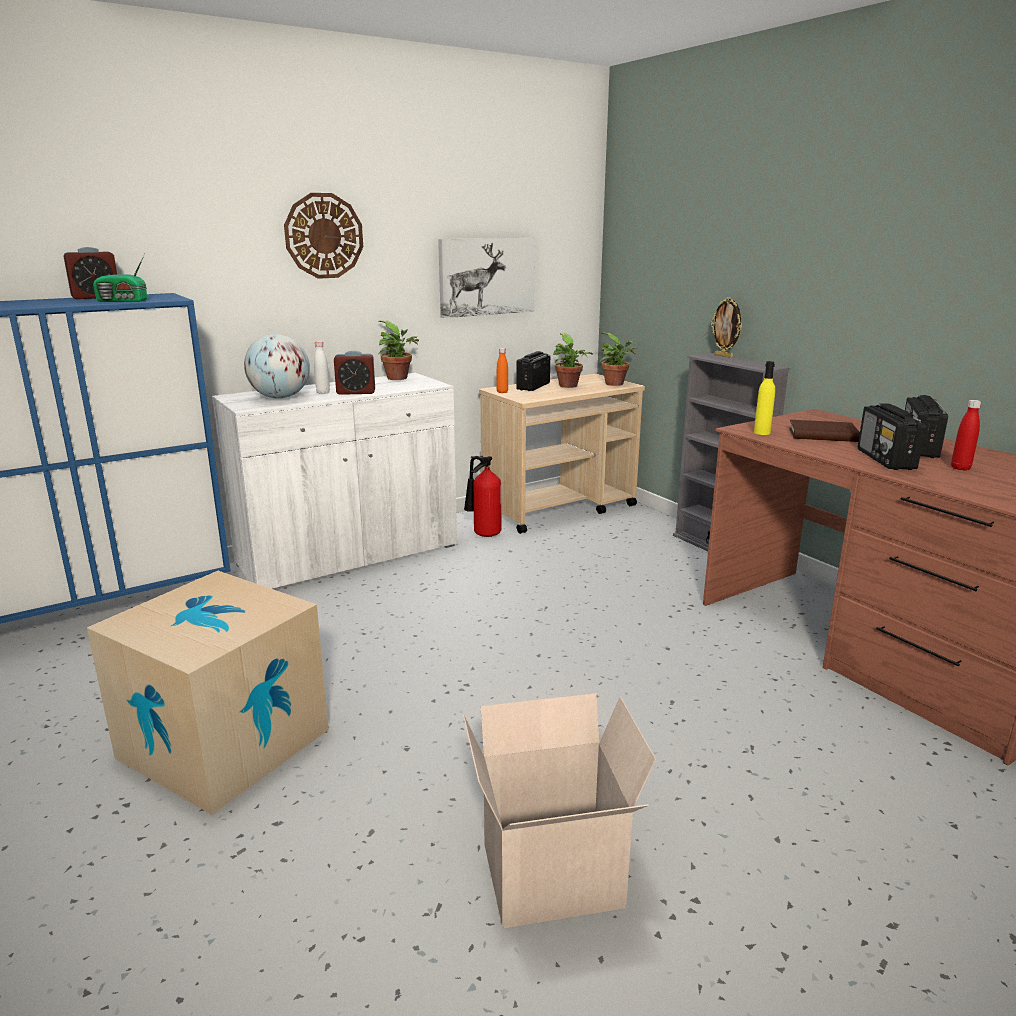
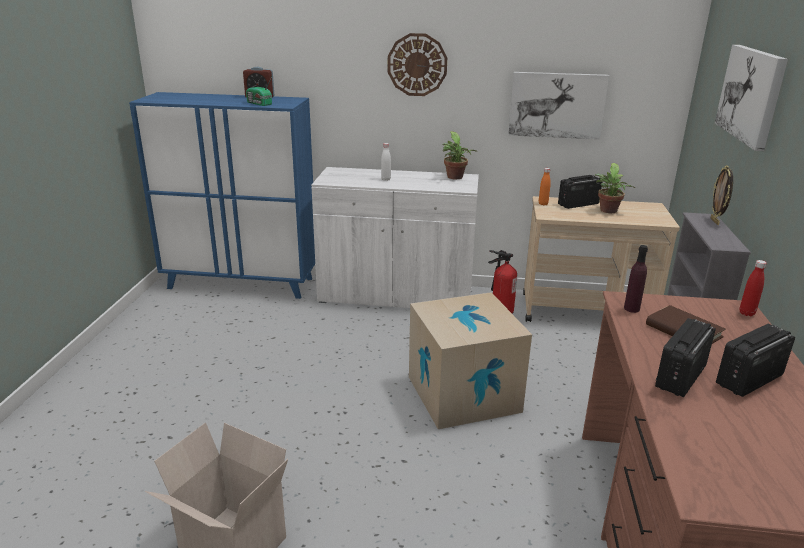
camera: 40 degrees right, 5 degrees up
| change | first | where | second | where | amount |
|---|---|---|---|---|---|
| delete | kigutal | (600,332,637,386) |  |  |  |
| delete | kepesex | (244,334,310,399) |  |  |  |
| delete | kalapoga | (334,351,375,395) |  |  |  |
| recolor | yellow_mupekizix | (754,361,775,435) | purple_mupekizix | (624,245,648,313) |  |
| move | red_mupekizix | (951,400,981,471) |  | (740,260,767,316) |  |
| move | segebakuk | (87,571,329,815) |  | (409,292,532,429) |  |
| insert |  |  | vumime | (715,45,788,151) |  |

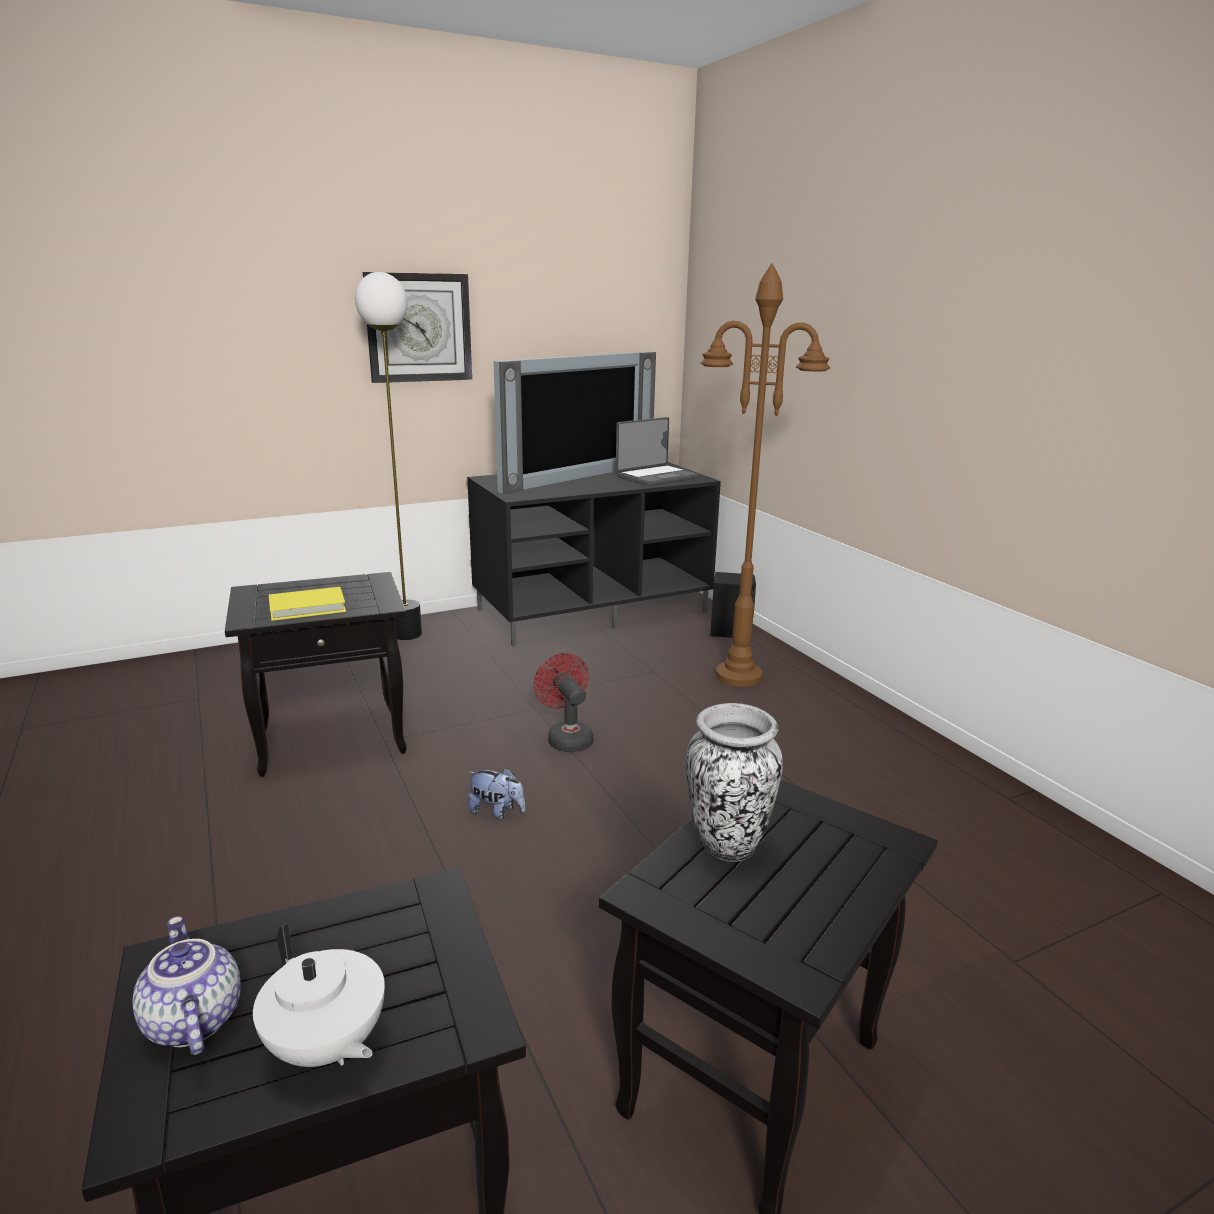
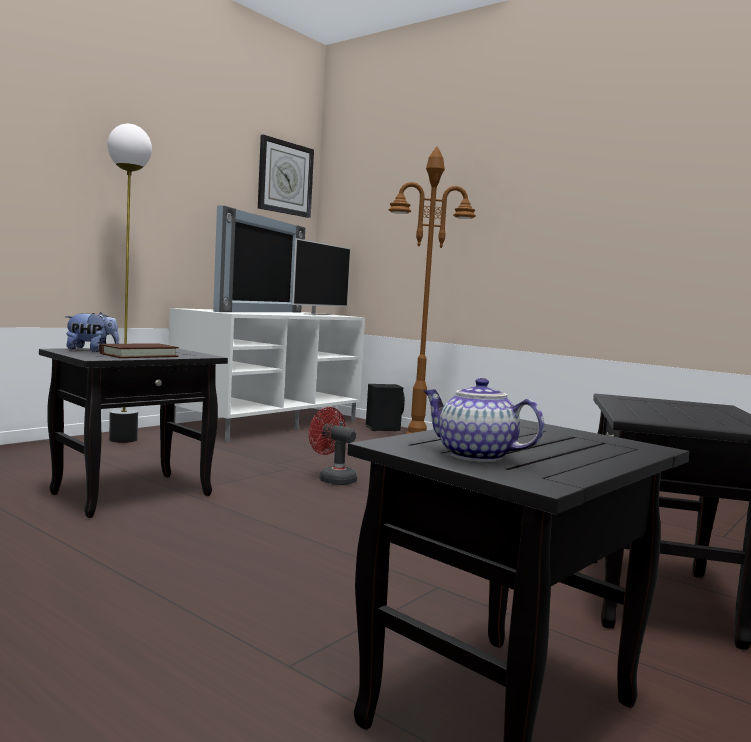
camera: 25 degrees left, 15 degrees down
| change | first | where | second | where | amount |
|---|---|---|---|---|---|
| move | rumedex | (363,272,472,383) |  | (258,134,314,218) |  |
| replace | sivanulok | (616,417,699,486) | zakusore | (292,238,351,315) |  |
| recolor | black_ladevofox | (467,462,721,647) | white_ladevofox | (168,308,365,442) |  |
| recolor | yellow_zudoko | (269,587,346,621) | brown_zudoko | (99,343,179,358) |  |
| delete | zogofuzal | (686,703,783,862) |  |  |  |
| move | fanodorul | (468,768,525,820) |  | (65,312,119,352) |  |
| delete | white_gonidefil | (253,924,385,1067) |  |  |  |

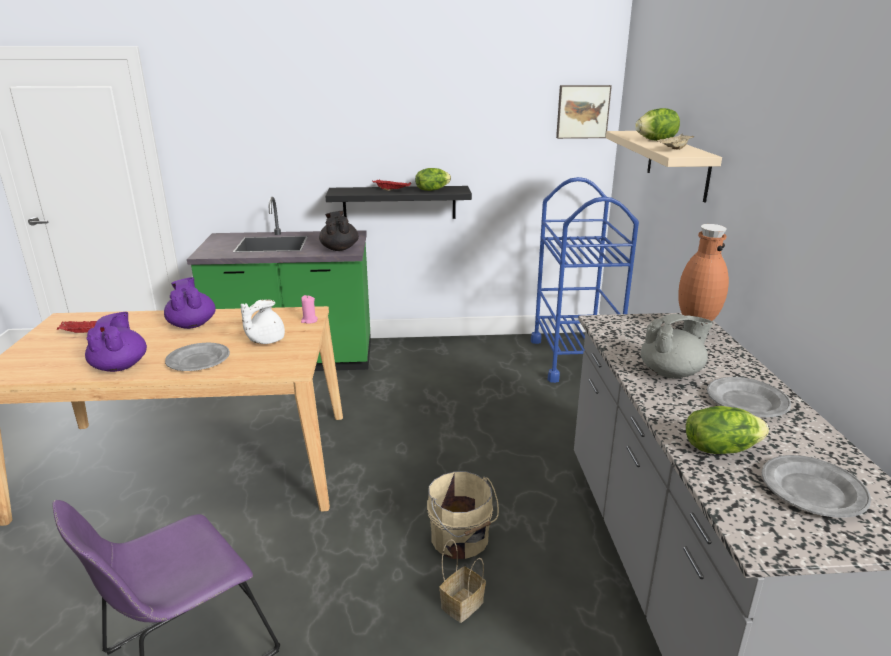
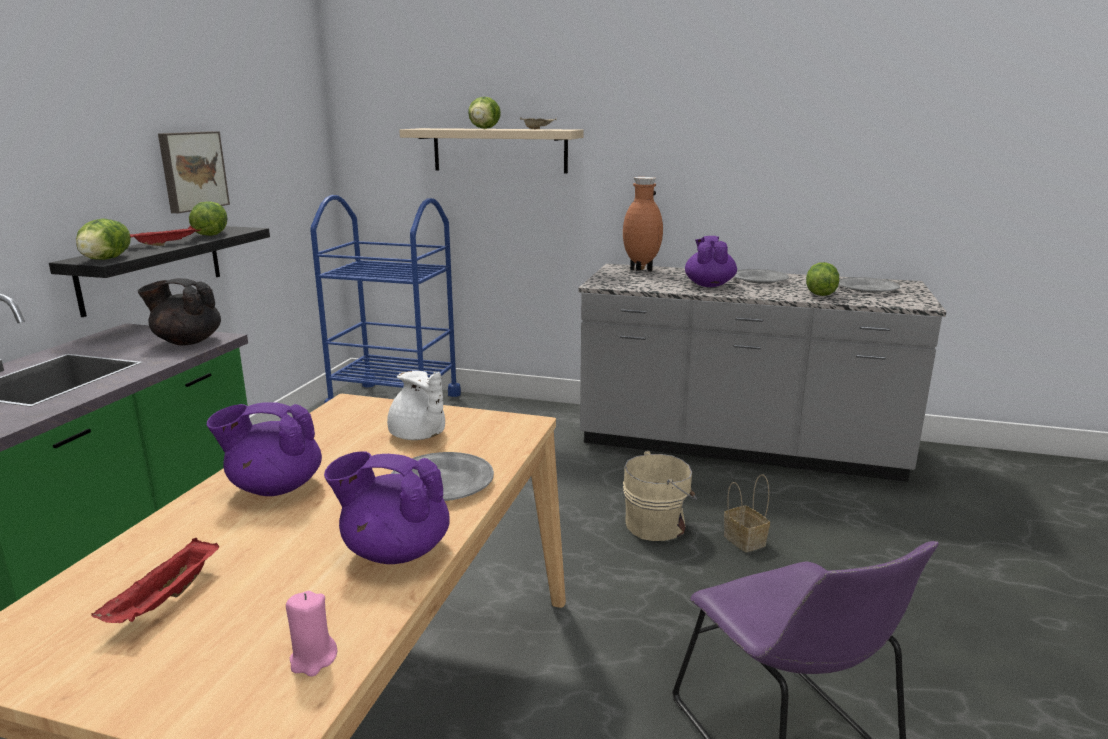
camera: 70 degrees left, 5 degrees down
| change | first | where | second | where | amount |
|---|---|---|---|---|---|
| move | vumime | (556,85,612,139) |  | (158,131,230,213) |  |
| move | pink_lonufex | (301,295,318,324) |  | (286,591,337,676) |  |
| recolor | grey_gonidefil | (641,314,713,378) | purple_gonidefil | (685,236,737,287) |  |
| insert |  |  | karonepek | (76,218,131,260) |  |

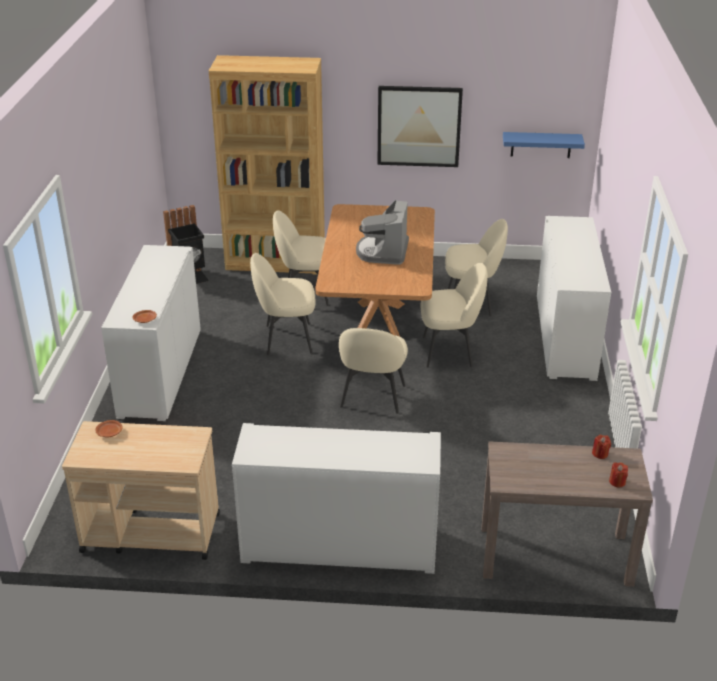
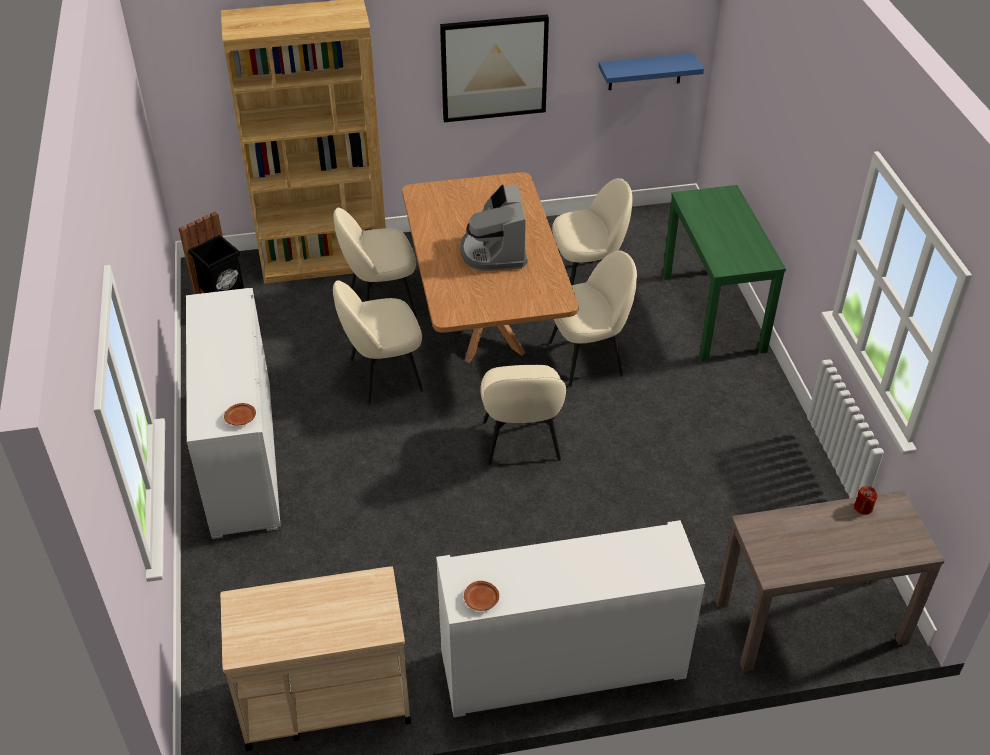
camera: 15 degrees left, 10 degrees up
| change | first | where | second | where | amount |
|---|---|---|---|---|---|
| replace | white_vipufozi | (537,216,611,381) | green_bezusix | (662,185,786,361) |  |
| move | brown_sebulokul | (95,420,123,438) |  | (464,581,499,611) |  |
| delete | red_lonufex | (609,462,628,488) |  |  |  |

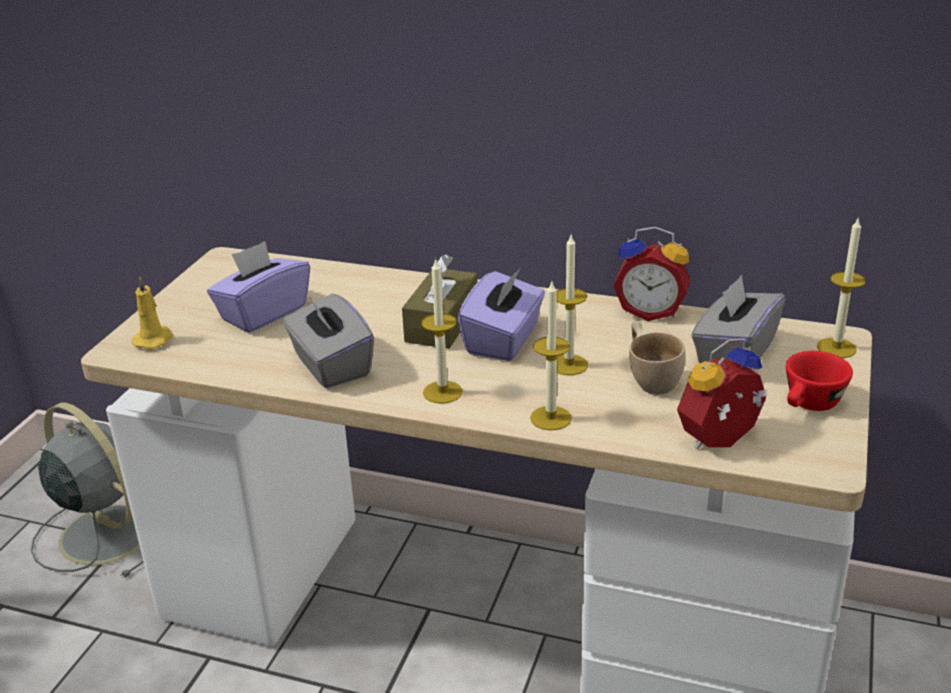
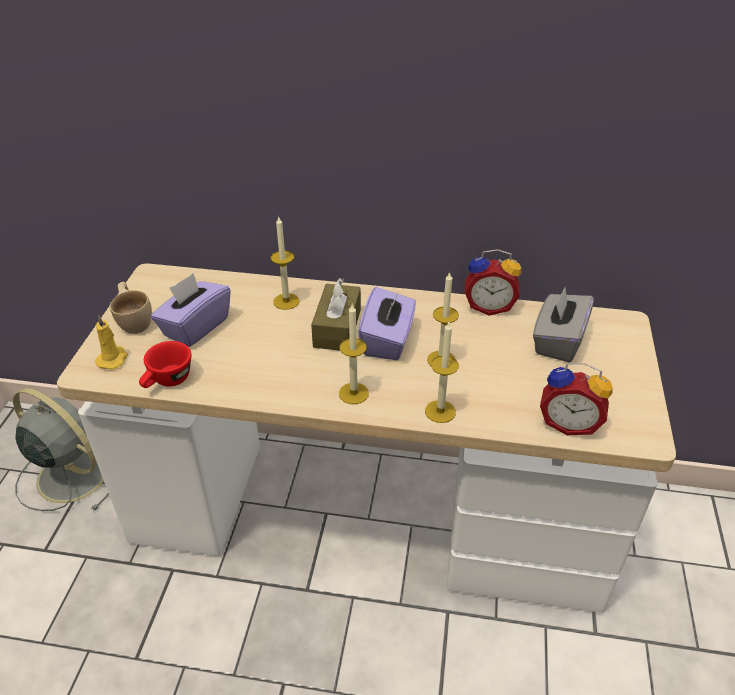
camera: 10 degrees left, 10 degrees up
| change | first | where | second | where | amount |
|---|---|---|---|---|---|
| move | lonufex | (817,219,866,358) |  | (271,216,299,310) |  |
| delete | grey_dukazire | (283,294,374,388) |  |  |  |
| move | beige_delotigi | (629,320,685,395) |  | (110,282,152,334) |  |
| rotate | kalapoga | (677,338,767,449) |  | (540,364,613,436) | 120 degrees counterclockwise |
| move | red_delotigi | (786,351,853,411) |  | (139,341,191,388) |  |

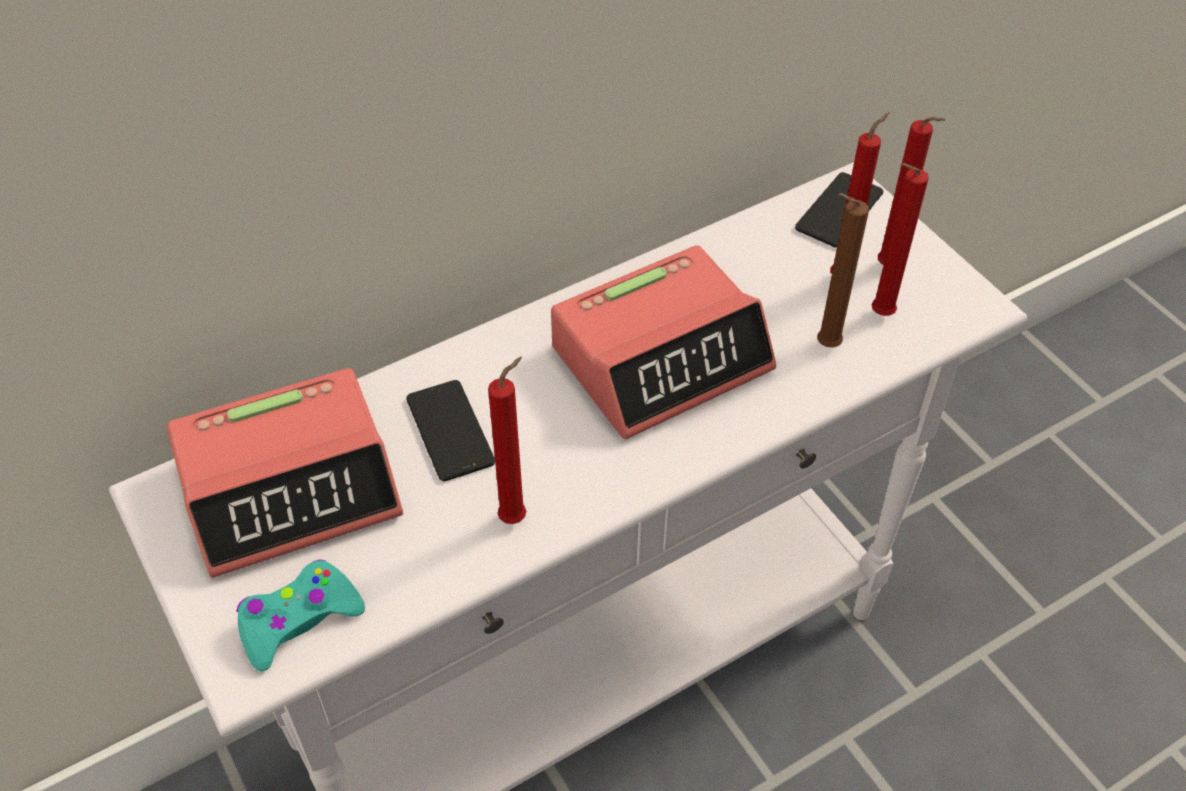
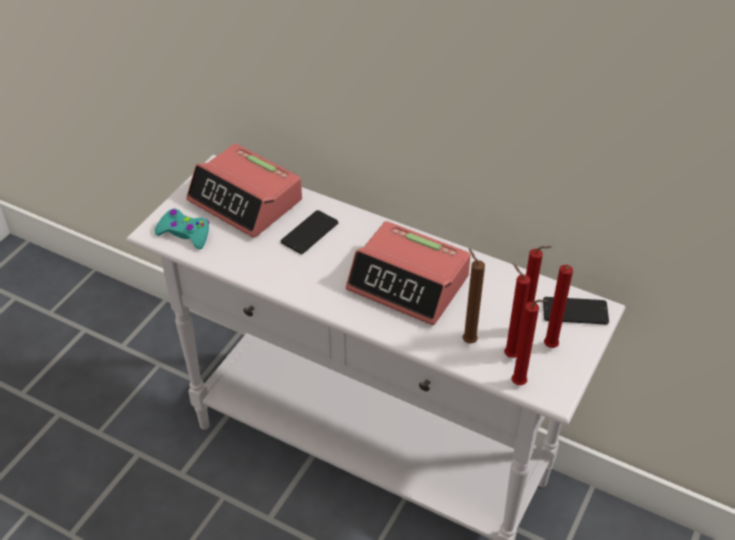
camera: 60 degrees right, 5 degrees down
| change | first | where | second | where | amount |
|---|---|---|---|---|---|
| move | red_lonufex | (488,357,526,524) |  | (512,300,548,385) |  |

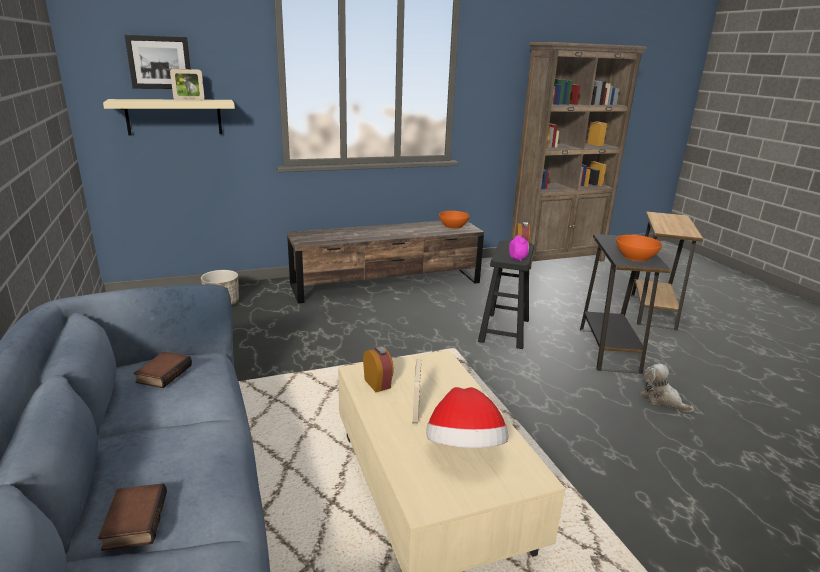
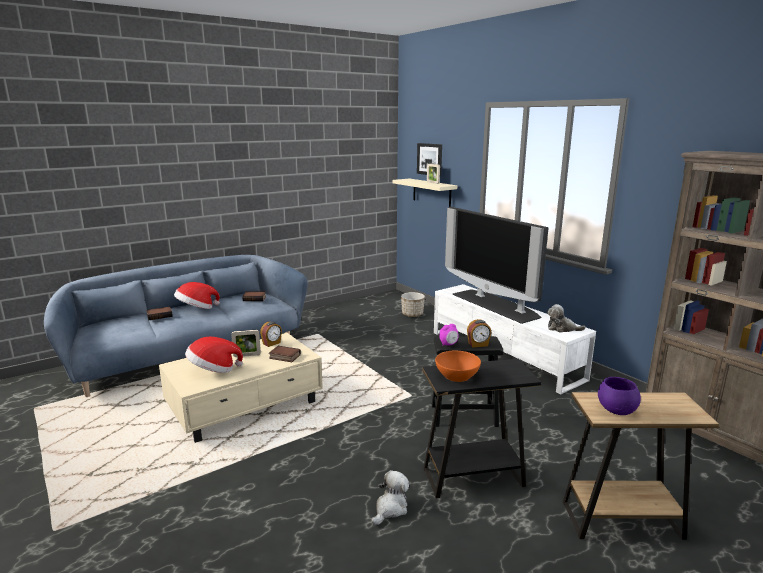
camera: 75 degrees right, 5 degrees down
| change | first | where | second | where | amount |
|---|---|---|---|---|---|
| replace | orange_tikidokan | (439,211,470,229) | fanodorul | (547,304,586,332) |  |
| recolor | brown_ladevofox | (287,221,484,304) | white_ladevofox | (434,284,596,395) |  |
| insert |  |  | zakusore | (445,207,548,324) |  |
| insert |  |  | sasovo | (174,282,220,309) |  |
| insert |  |  | zudoko | (269,346,301,362) |  |
| insert |  |  | purple_tikidokan | (598,377,641,415) |  |

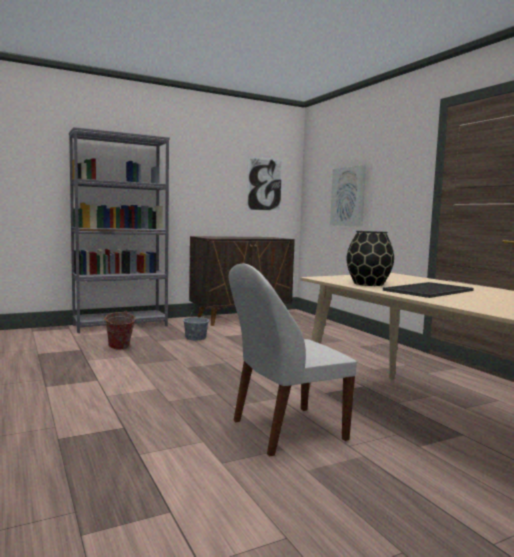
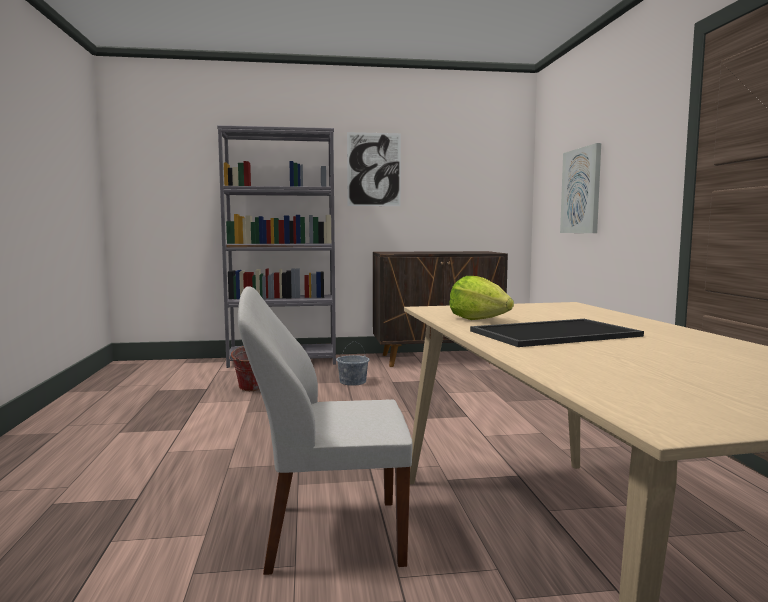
camera: 20 degrees right, 0 degrees up
| change | first | where | second | where | amount |
|---|---|---|---|---|---|
| move | vumime | (247,156,283,212) |  | (347,132,401,206) |  |
| replace | black_zogofuzal | (347,231,394,286) | karonepek | (449,276,514,320) |  |

